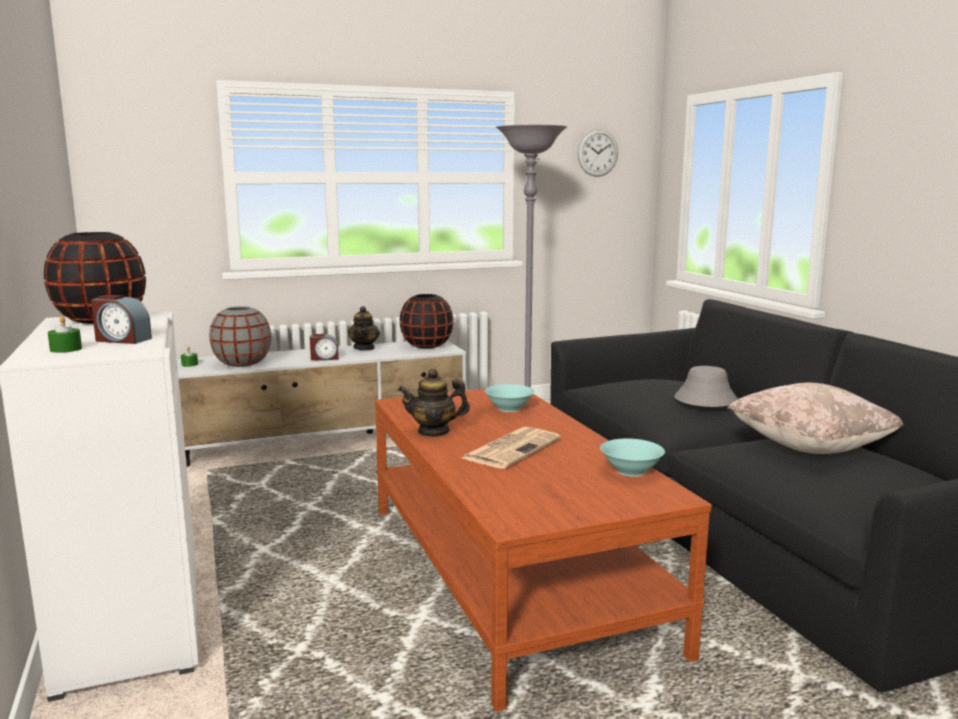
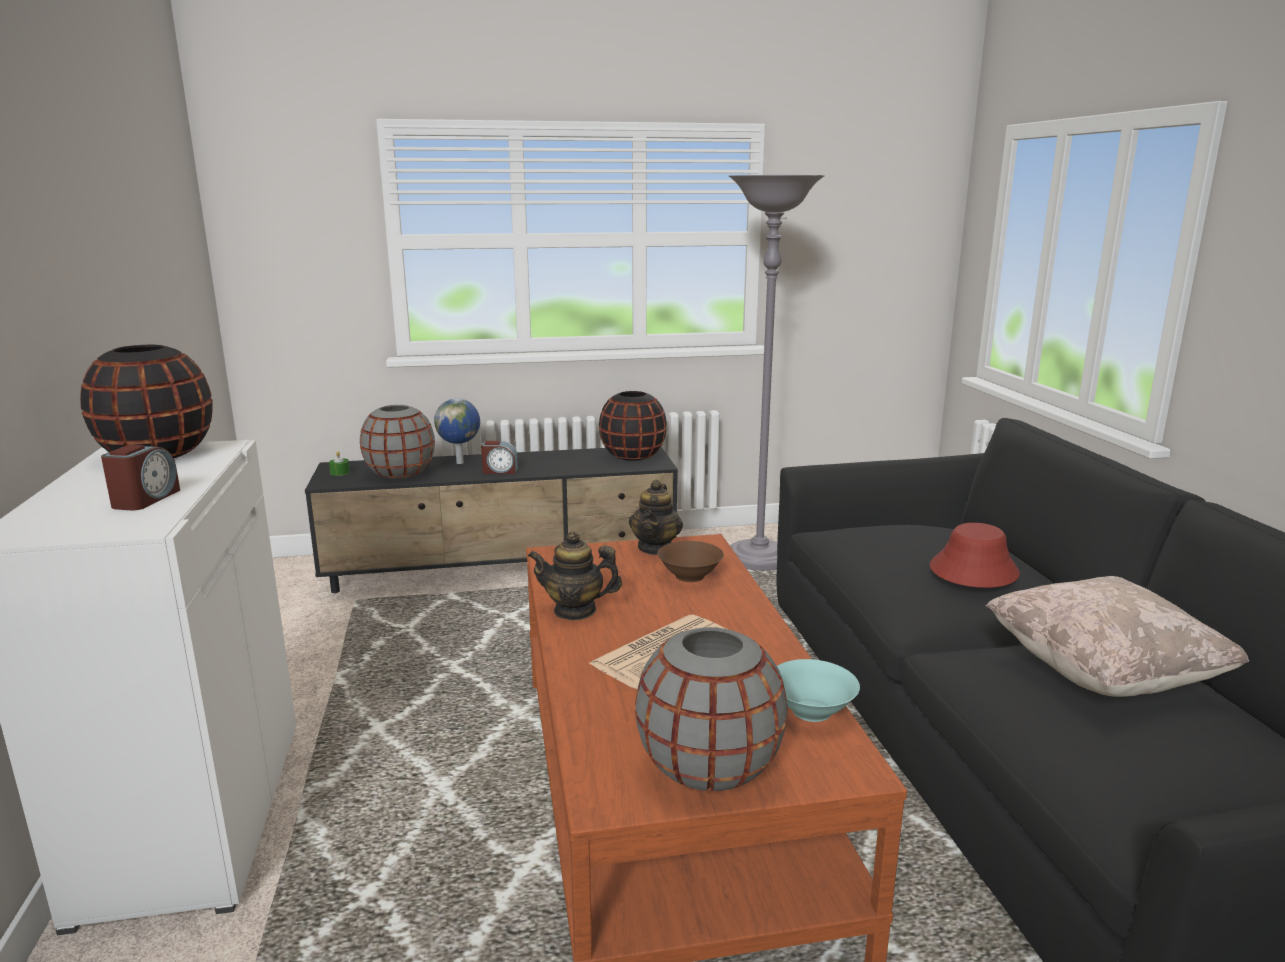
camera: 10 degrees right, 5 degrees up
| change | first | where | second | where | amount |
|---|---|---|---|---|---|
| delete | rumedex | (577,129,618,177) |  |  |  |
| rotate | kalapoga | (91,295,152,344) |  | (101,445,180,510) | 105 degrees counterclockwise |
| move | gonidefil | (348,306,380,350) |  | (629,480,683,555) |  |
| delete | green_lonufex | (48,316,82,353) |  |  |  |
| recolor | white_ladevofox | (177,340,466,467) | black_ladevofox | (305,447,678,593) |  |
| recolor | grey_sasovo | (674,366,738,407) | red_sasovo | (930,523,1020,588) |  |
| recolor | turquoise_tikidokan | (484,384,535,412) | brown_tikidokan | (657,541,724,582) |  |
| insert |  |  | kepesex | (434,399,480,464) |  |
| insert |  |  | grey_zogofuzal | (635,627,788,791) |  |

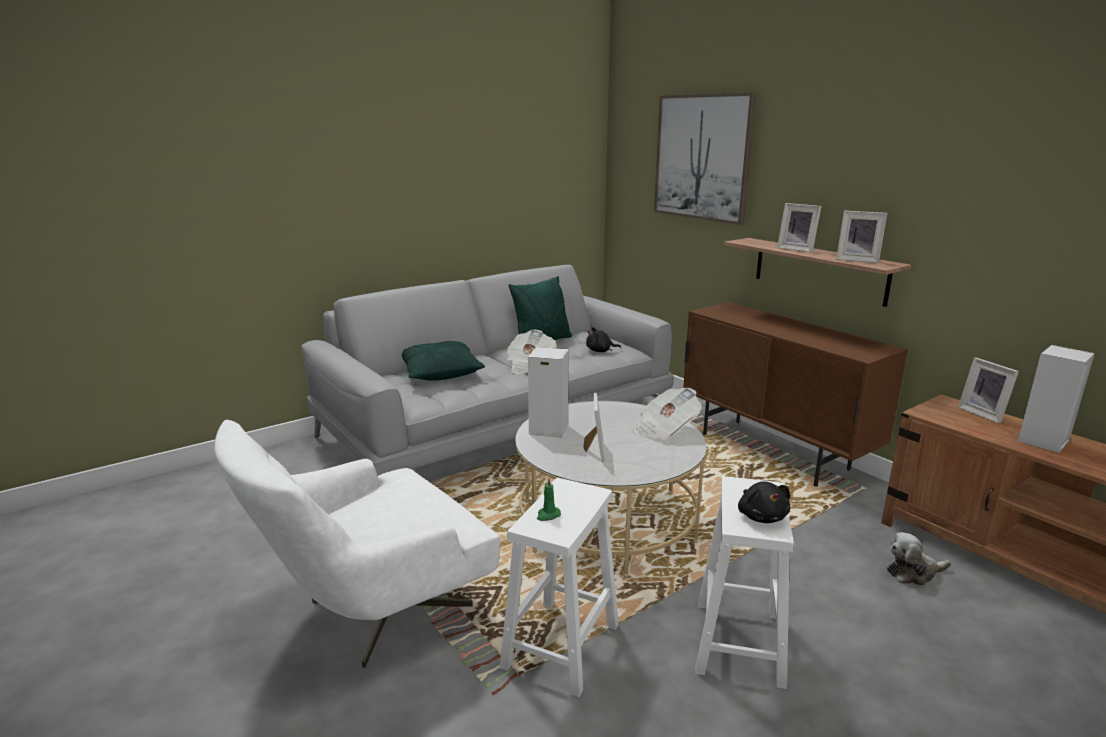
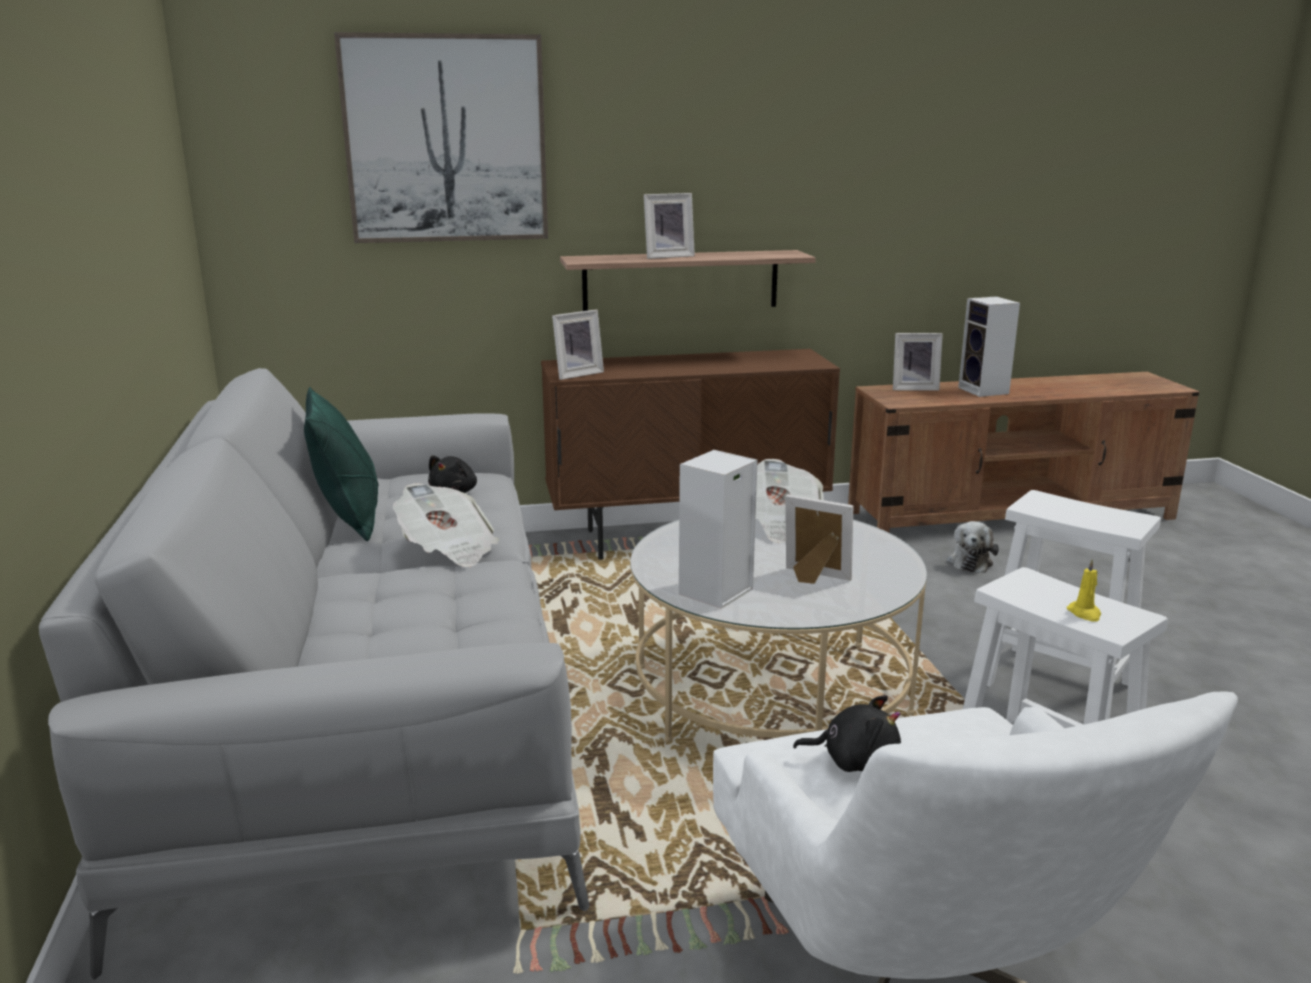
camera: 65 degrees left, 0 degrees up
| change | first | where | second | where | amount |
|---|---|---|---|---|---|
| move | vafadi | (836,210,887,263) |  | (552,310,604,380) |  |
| delete | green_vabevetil | (402,341,485,381) |  |  |  |
| recolor | green_lonufex | (537,478,561,521) | yellow_lonufex | (1067,559,1101,622) |  |
| move | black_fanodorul | (738,481,790,523) |  | (793,695,901,772) |  |

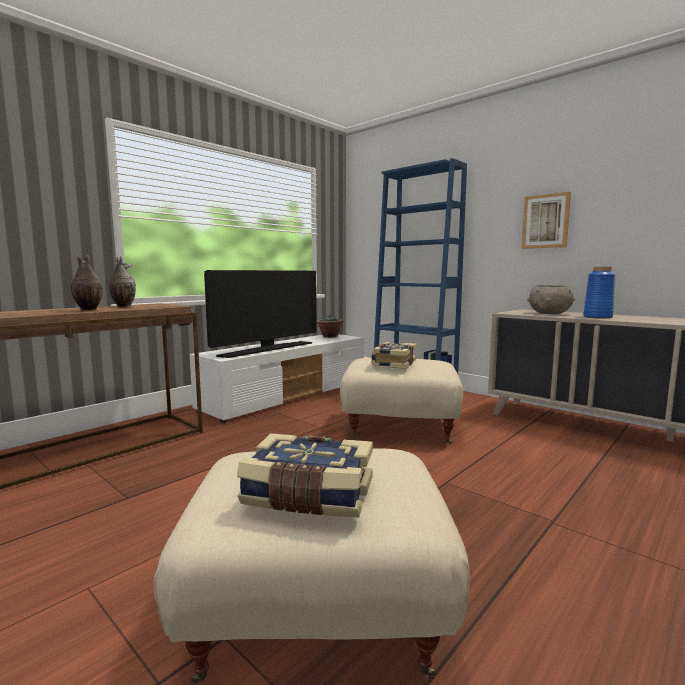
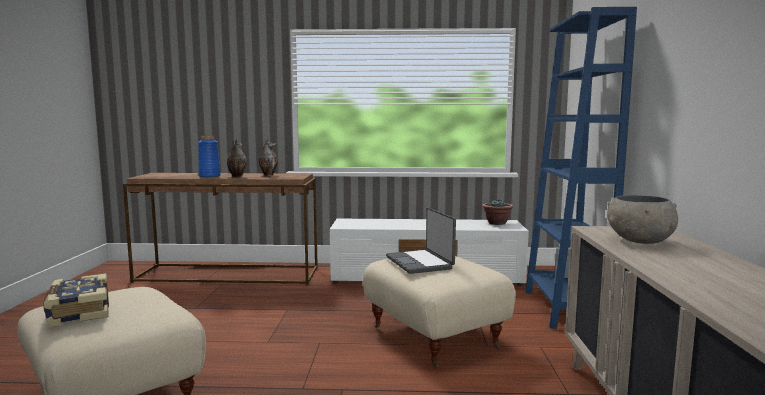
camera: 50 degrees right, 0 degrees up
| change | first | where | second | where | amount |
|---|---|---|---|---|---|
| delete | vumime | (522,192,571,249) |  |  |  |
| move | blue_zogofuzal | (583,267,615,319) |  | (198,136,221,178) |  |
| delete | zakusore | (204,270,317,358) |  |  |  |
| replace | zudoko | (371,342,417,369) | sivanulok | (386,208,456,274) |  |

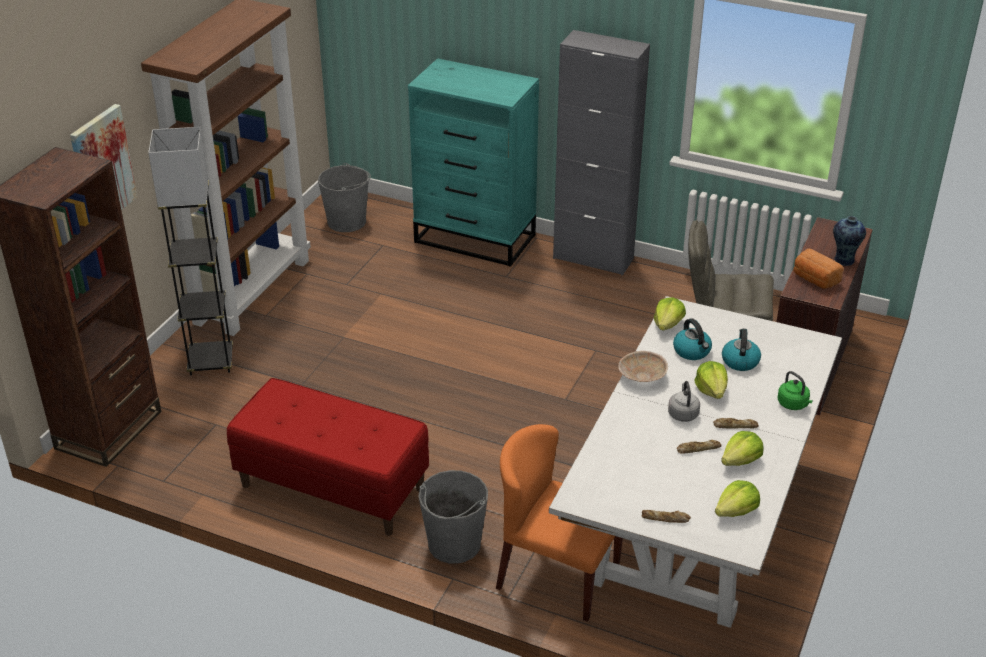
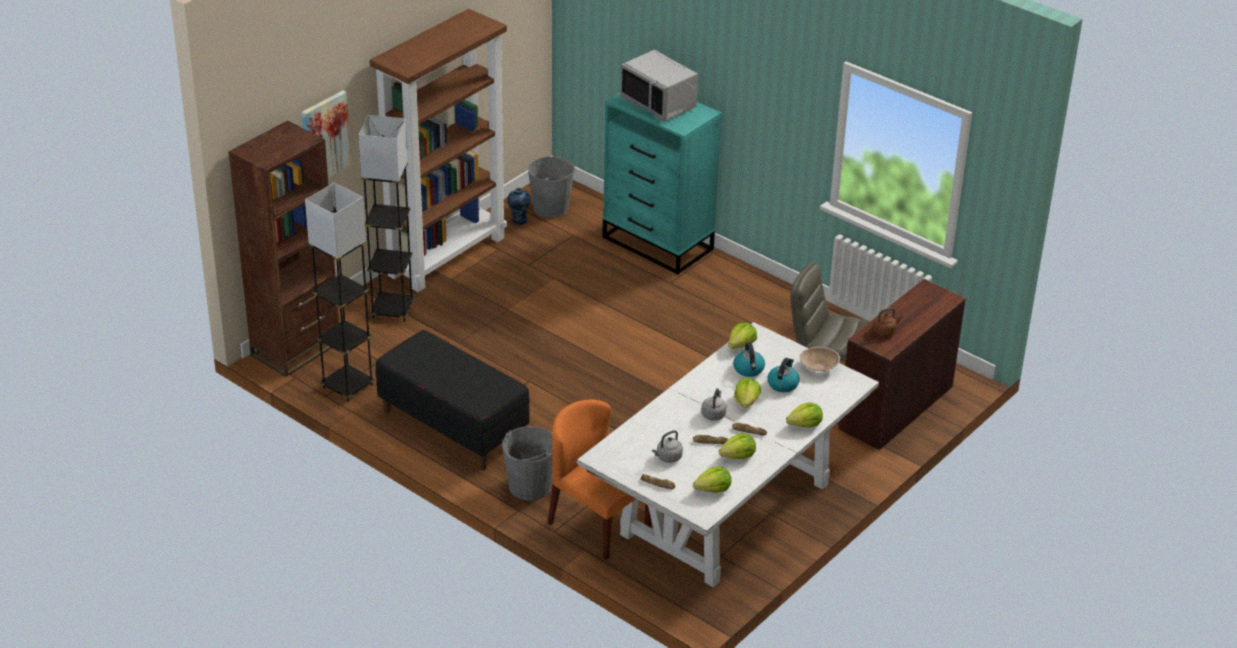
camera: 15 degrees right, 0 degrees up
| change | first | where | second | where | amount |
|---|---|---|---|---|---|
| delete | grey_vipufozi | (553,30,650,276) |  |  |  |
| move | zogofuzal | (833,216,866,266) |  | (507,188,531,225) |  |
| replace | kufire | (793,248,844,289) | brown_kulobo | (872,308,903,336) |  |
| move | beige_tikidokan | (618,351,668,382) |  | (800,346,840,371) |  |
| replace | green_kulobo | (778,371,813,410) | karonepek | (786,402,823,427) |  |
| recolor | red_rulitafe | (227,378,429,536) | black_rulitafe | (376,330,530,470) |  |
| insert |  |  | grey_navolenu | (621,50,698,122) |  |
| insert |  |  | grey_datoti | (305,183,375,402) |  |
| insert |  |  | grey_kulobo | (652,430,683,463) |  |

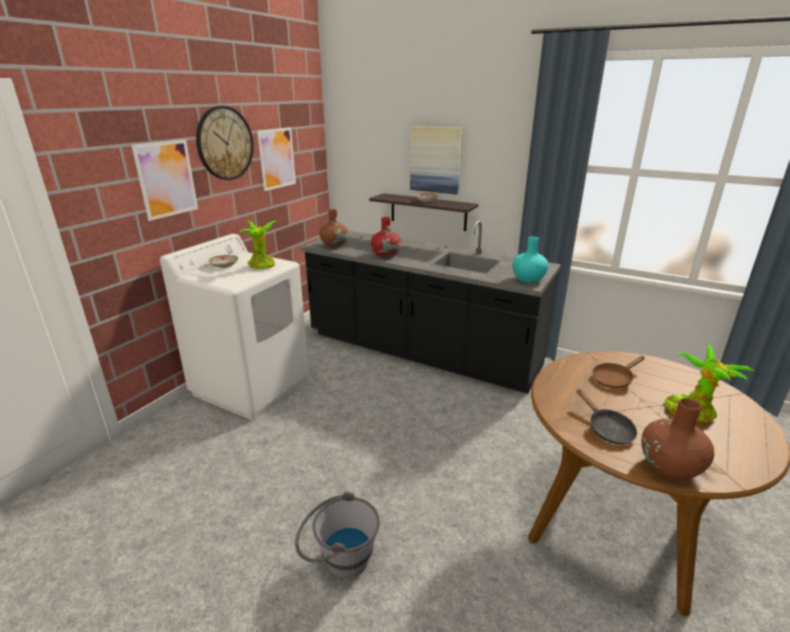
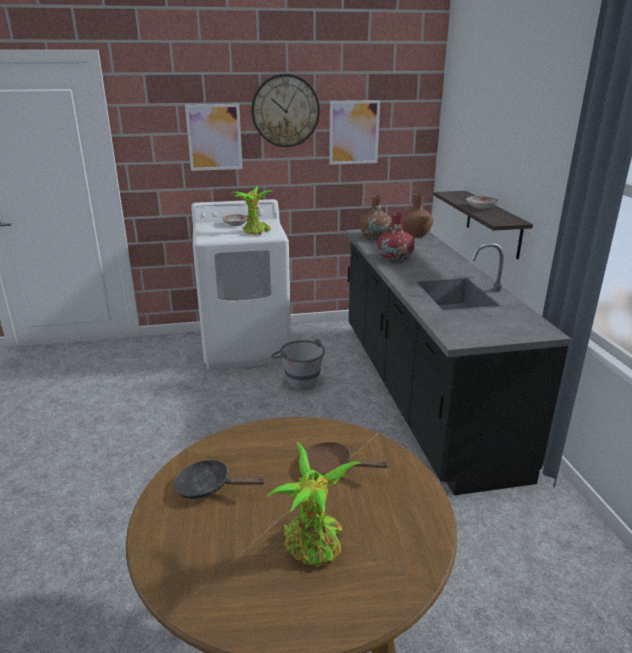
camera: 50 degrees right, 0 degrees up
| change | first | where | second | where | amount |
|---|---|---|---|---|---|
| delete | vumime | (410,126,462,195) |  |  |  |
| delete | turquoise_zogofuzal | (512,236,549,283) |  |  |  |
| rotate | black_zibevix | (577,389,637,444) |  | (173,459,265,499) | 75 degrees clockwise |
| move | brown_zogofuzal | (641,398,714,479) |  | (403,193,433,237) |  |
| move | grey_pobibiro | (295,491,380,579) |  | (271,339,325,390) |  |

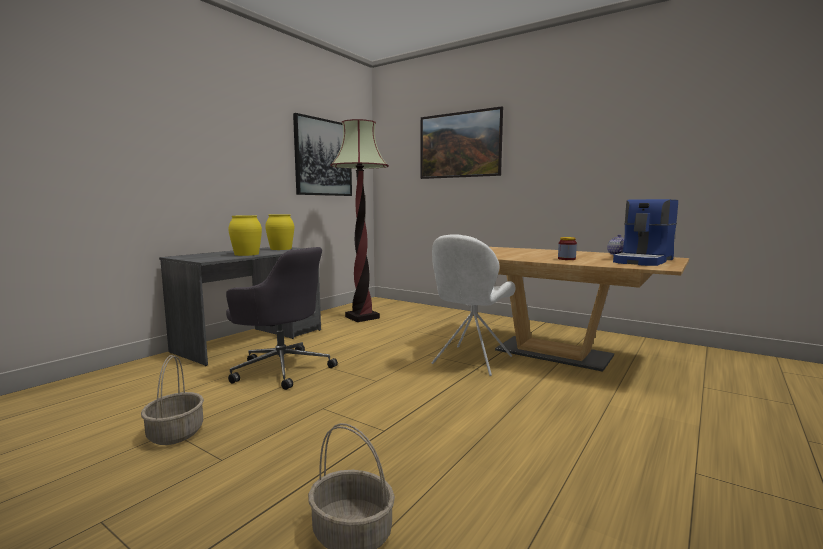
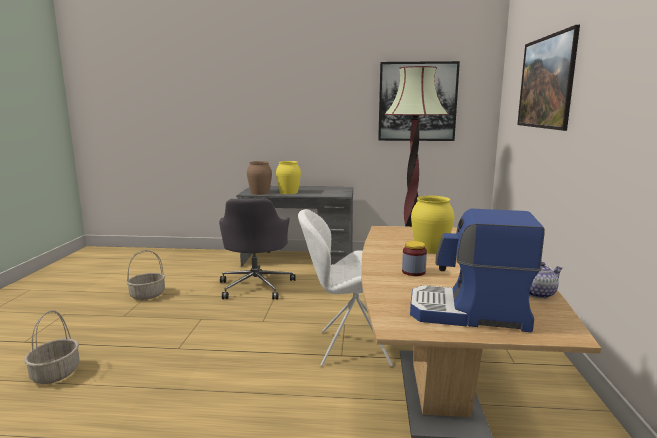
camera: 60 degrees right, 5 degrees up
| change | first | where | second | where | amount |
|---|---|---|---|---|---|
| move | yellow_zogofuzal | (265,214,294,250) |  | (411,196,454,254) |  |
| insert |  |  | brown_zogofuzal | (247,161,272,195) |  |

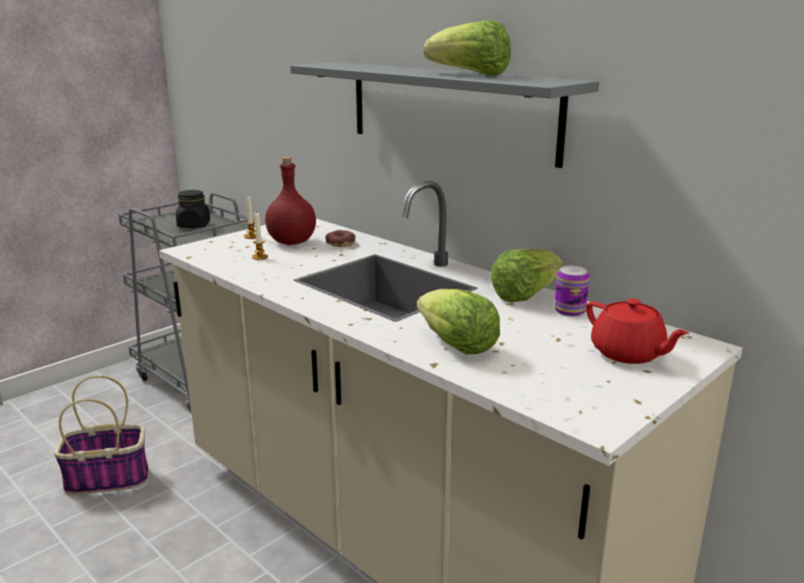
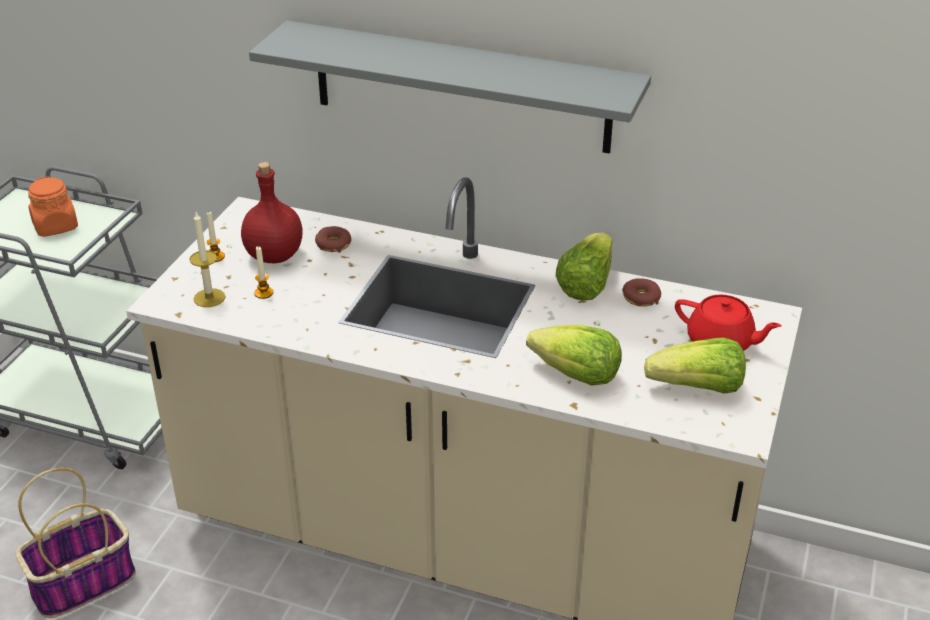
camera: 25 degrees left, 15 degrees up
| change | first | where | second | where | amount |
|---|---|---|---|---|---|
| move | karonepek | (424,20,511,76) |  | (644,338,746,394) |  |
| recolor | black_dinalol | (176,190,210,228) | orange_dinalol | (28,176,78,237) |  |
| replace | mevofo | (555,266,590,317) | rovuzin | (622,278,661,307) |  |
| insert |  |  | lonufex | (189,212,226,307) |  |

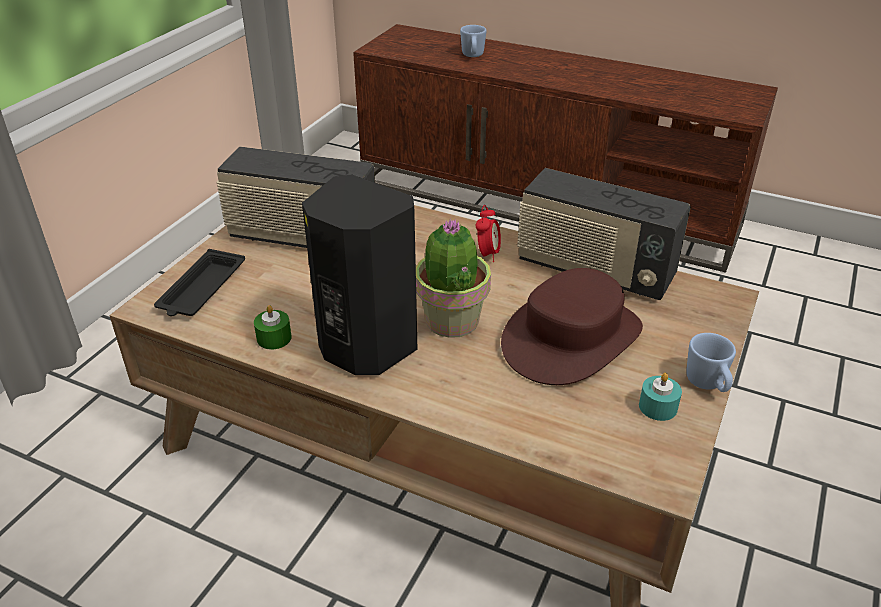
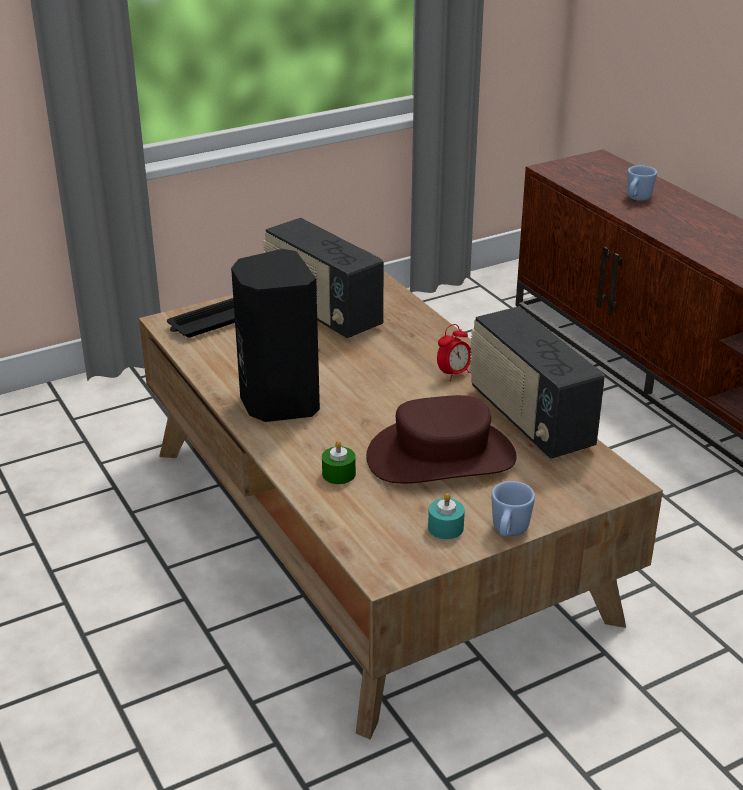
camera: 35 degrees right, 5 degrees down
| change | first | where | second | where | amount |
|---|---|---|---|---|---|
| delete | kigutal | (416,218,491,338) |  |  |  |
| move | green_lonufex | (254,305,292,350) |  | (322,441,356,484) |  |

